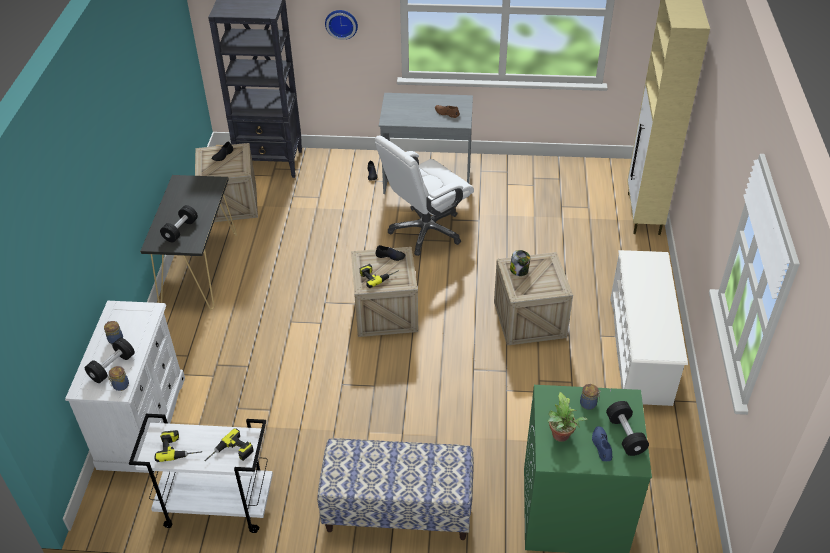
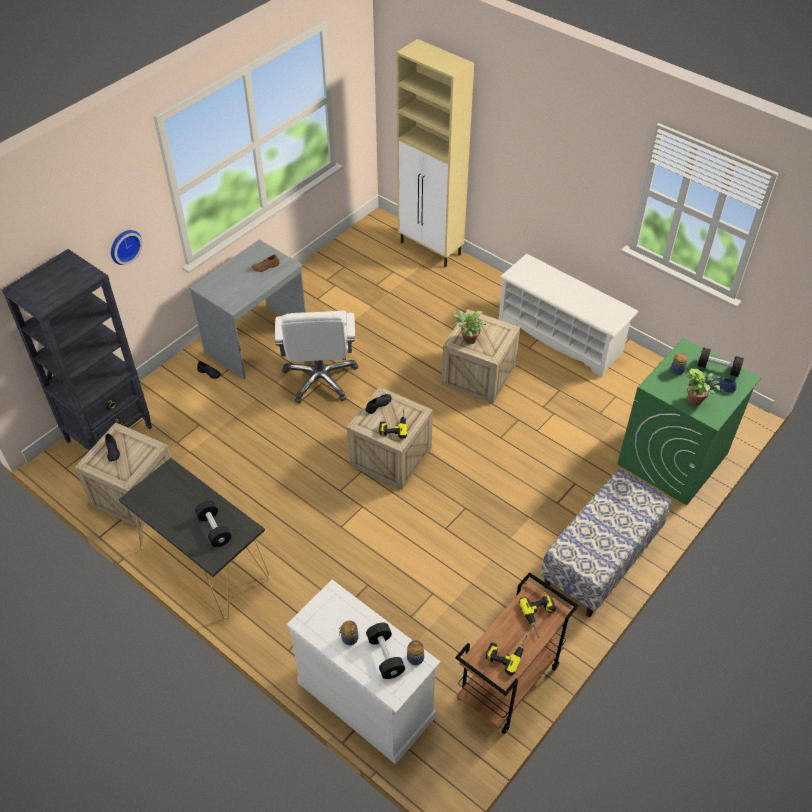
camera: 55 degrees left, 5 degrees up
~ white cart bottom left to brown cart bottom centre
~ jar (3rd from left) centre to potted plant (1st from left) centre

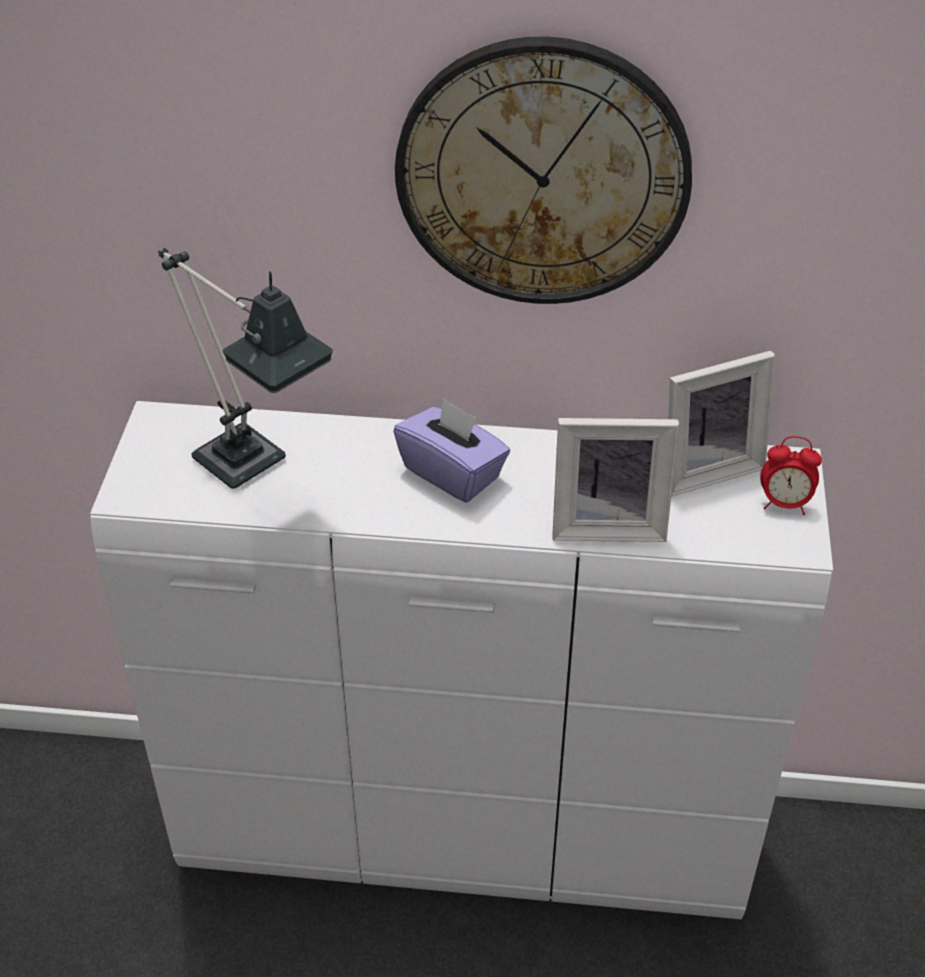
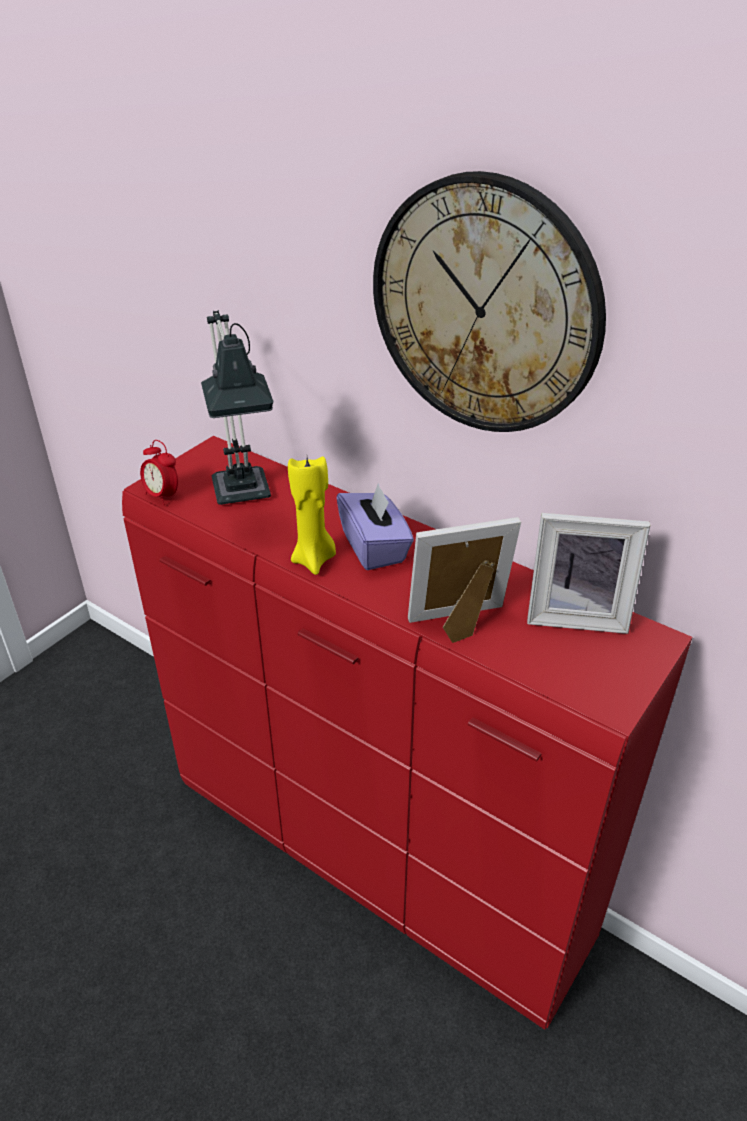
camera: 30 degrees right, 5 degrees down
~ white dresser bottom centre to red dresser centre
~ picture frame (1st from left) centre = centre 135 degrees clockwise
~ alarm clock middle right to middle left
+ yellow candle centre

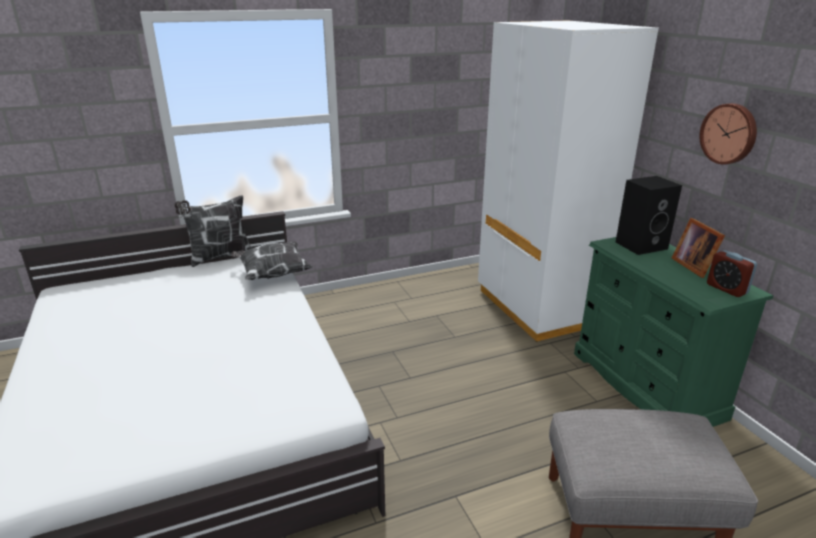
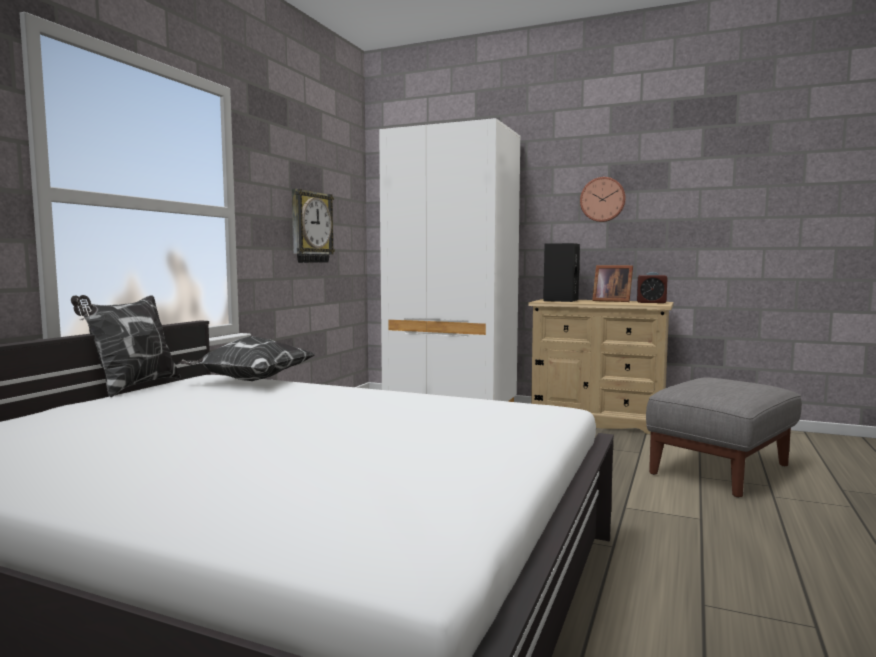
camera: 45 degrees left, 20 degrees down
~ green dresser middle right to beige dresser middle right
+ wall clock (1st from left) centre

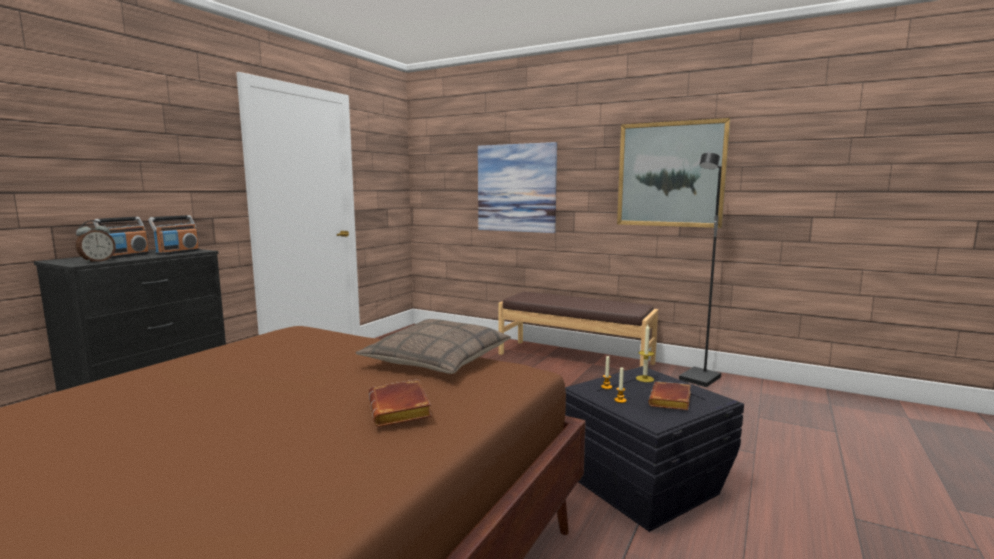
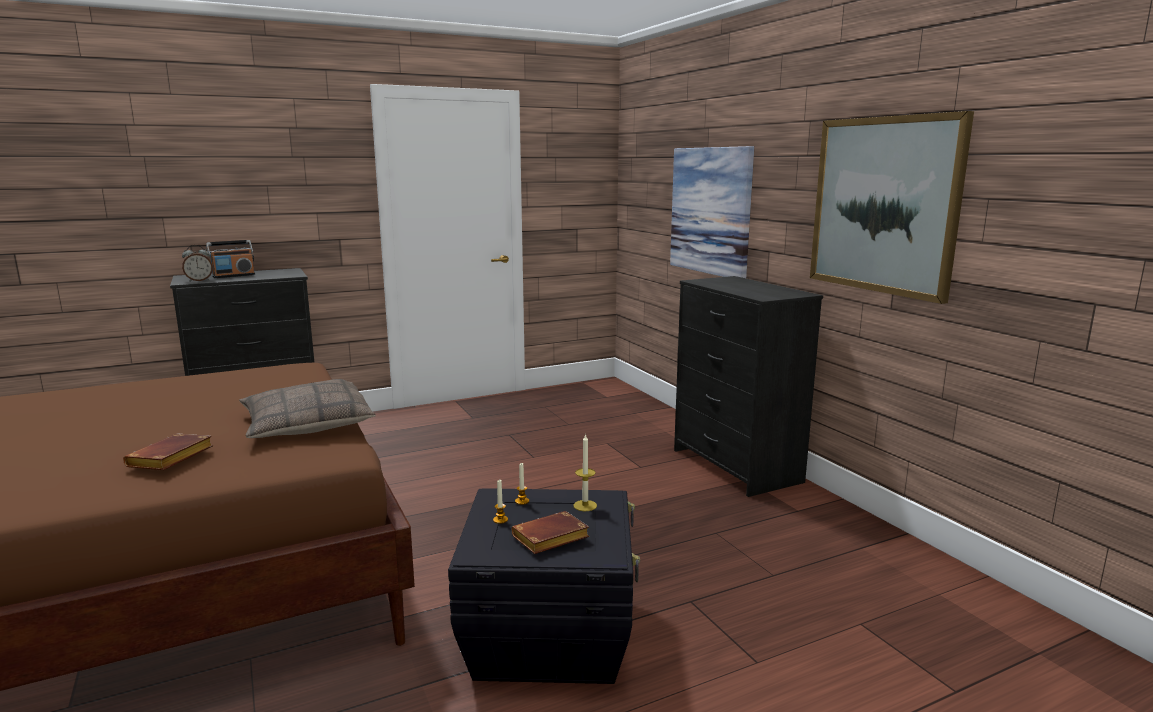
camera: 35 degrees right, 5 degrees up
- radio (2nd from left) middle left
~ brown bench centre to black dresser (2nd from left) centre
- black floor lamp middle right

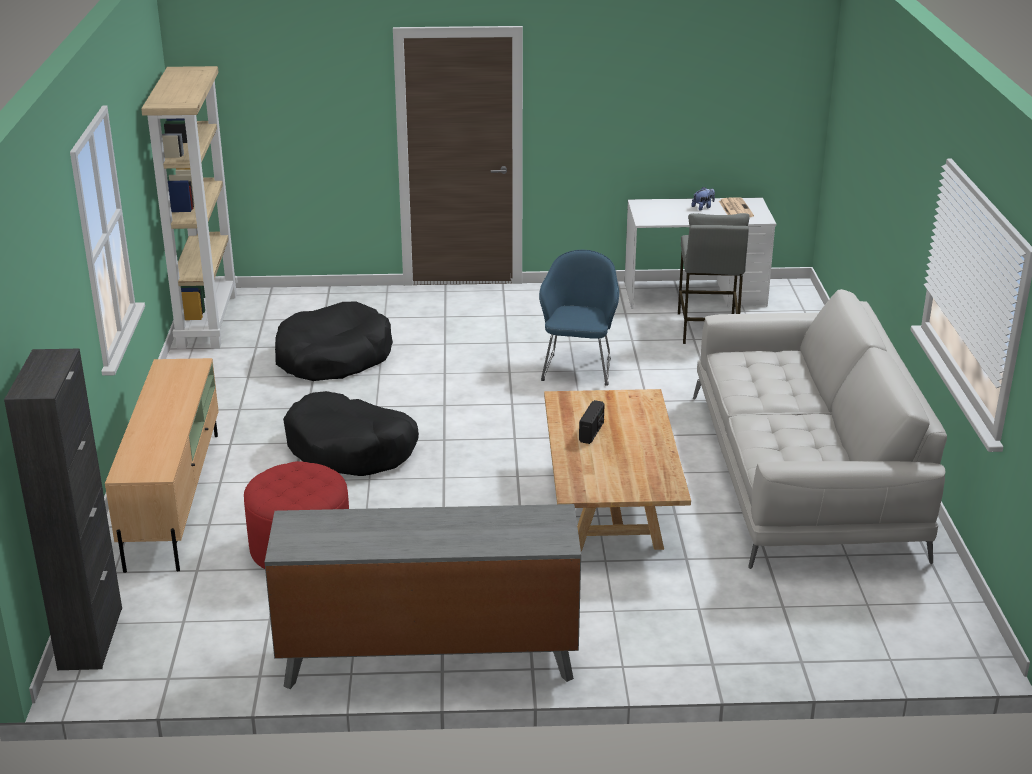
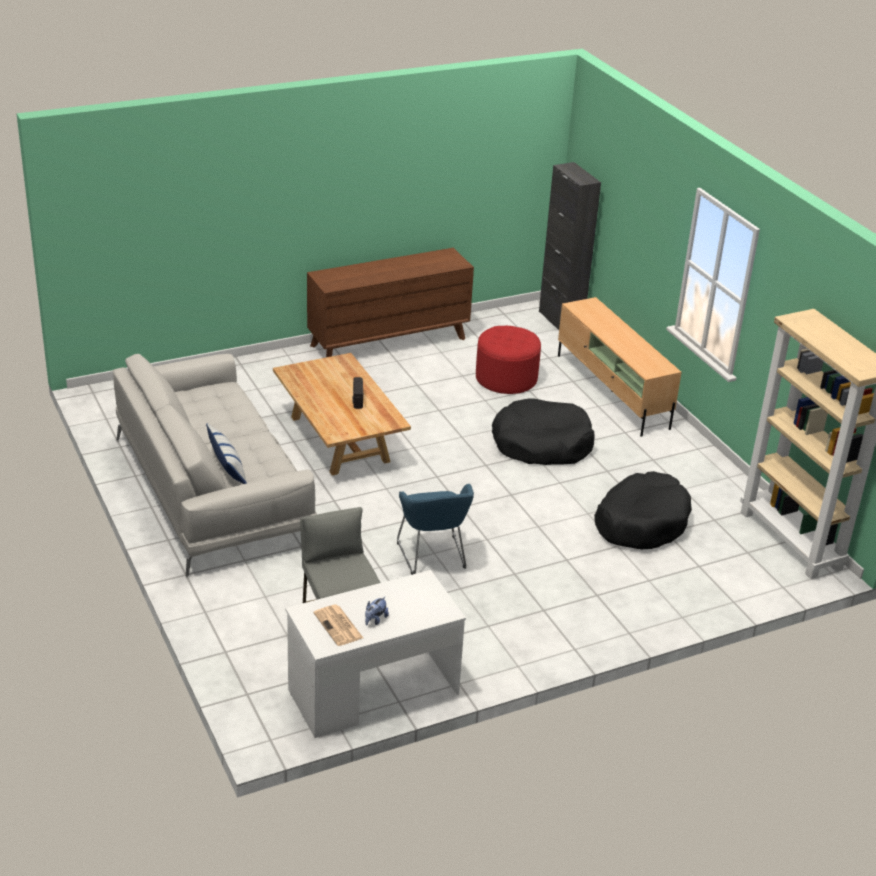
camera: 155 degrees right, 5 degrees up
~ grey dresser bottom centre to brown dresser centre
+ pillow middle left

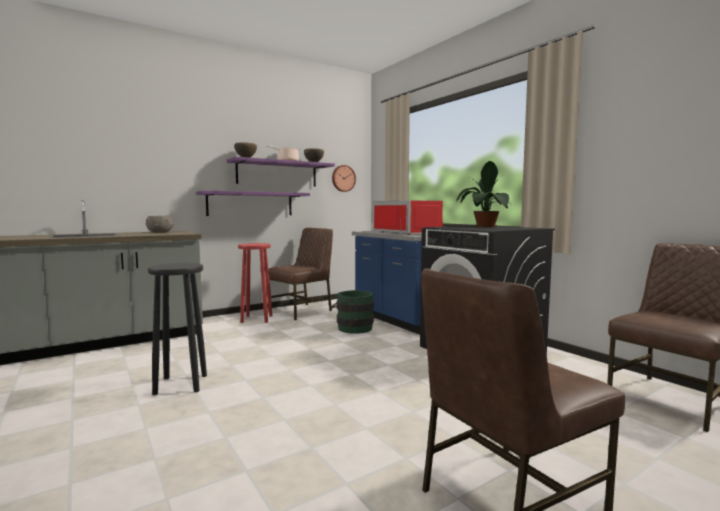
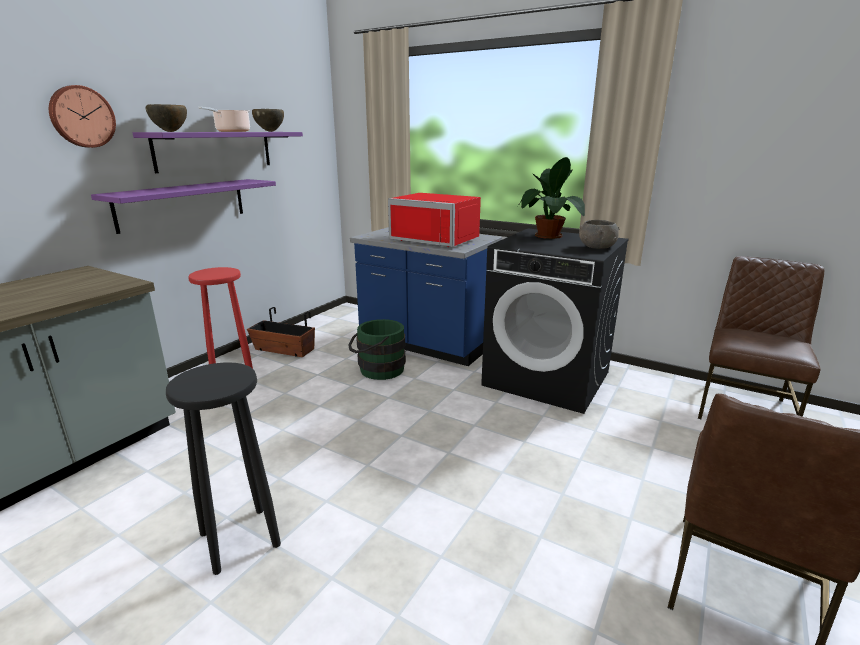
camera: 25 degrees left, 15 degrees up
~ grey bowl middle left to middle right
~ brown chair (1st from left) centre to planter middle left
~ wall clock centre to top left

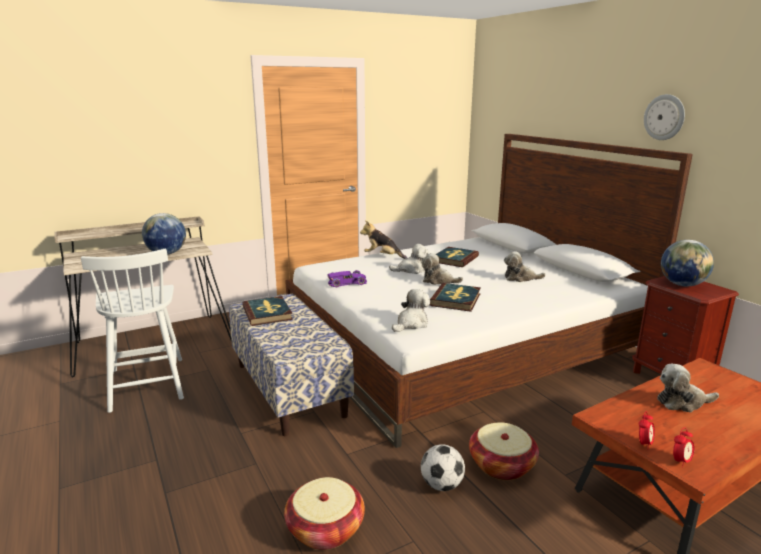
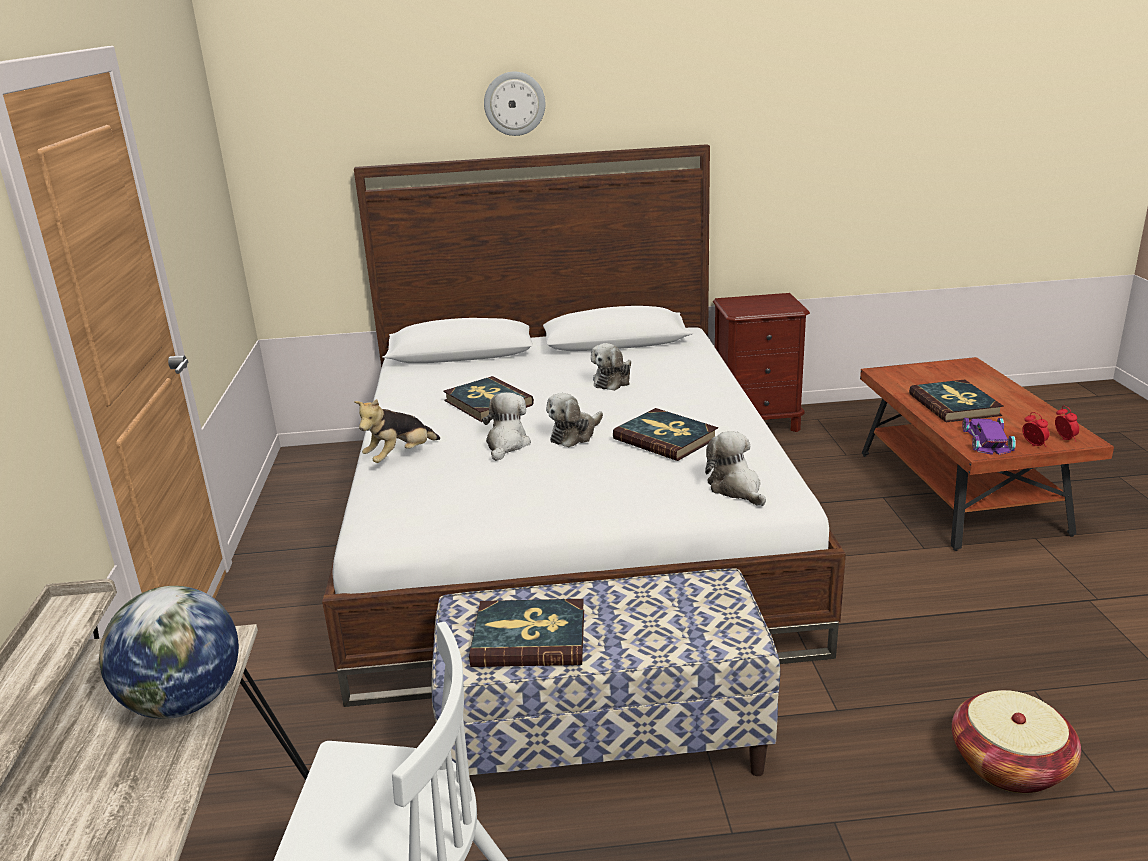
camera: 65 degrees left, 5 degrees up
~ purple toy car centre to middle right
- football bottom centre
- basket (2nd from left) bottom centre
~ wall clock top right to top centre
~ plush toy (6th from left) bottom right to book (4th from left) middle right
- globe (2nd from left) middle right

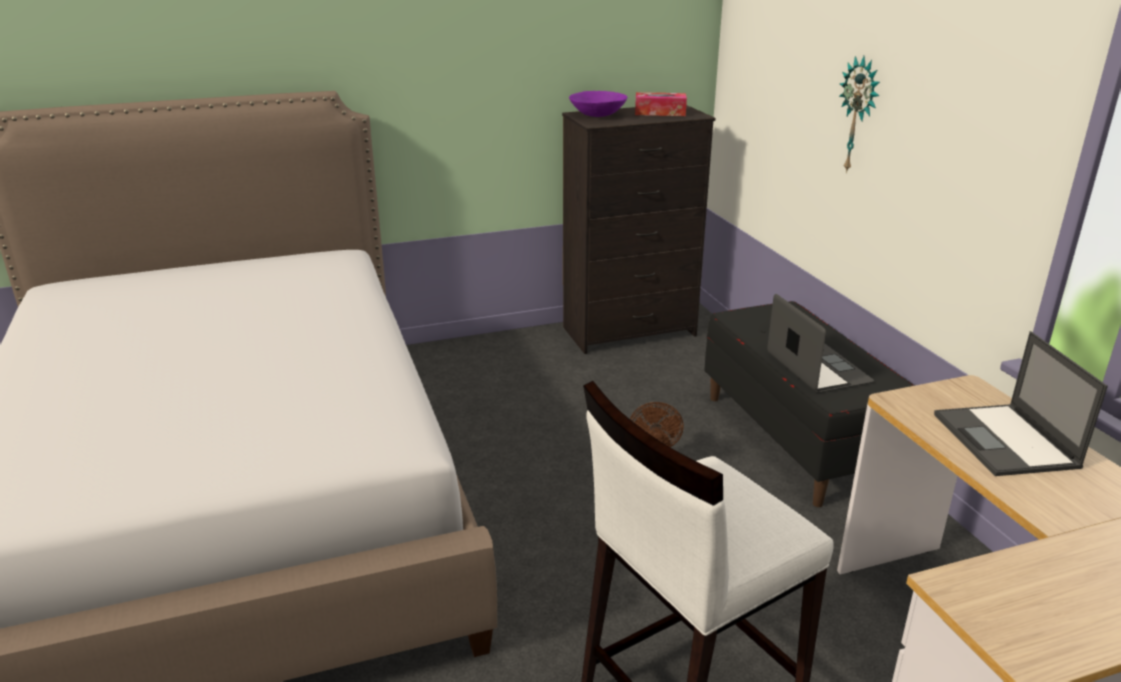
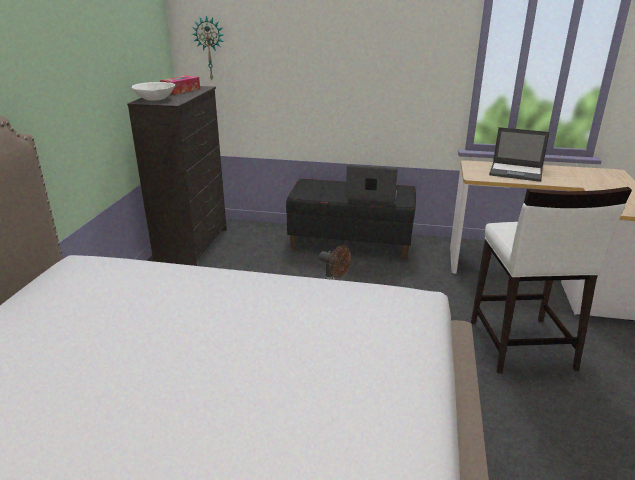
camera: 60 degrees left, 0 degrees up
~ purple bowl top centre to white bowl top left
~ wall clock top right to top left

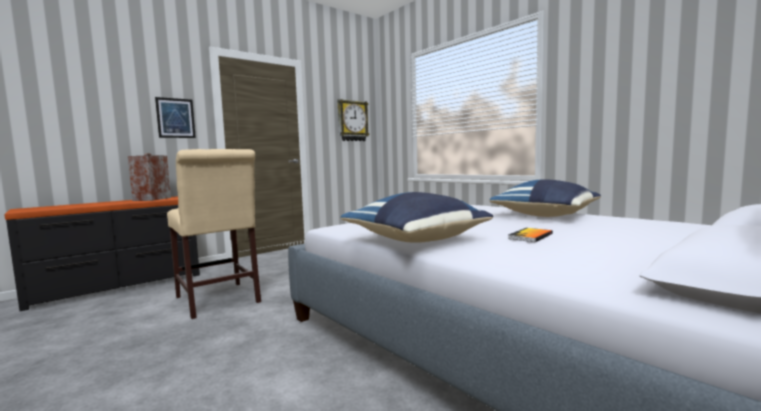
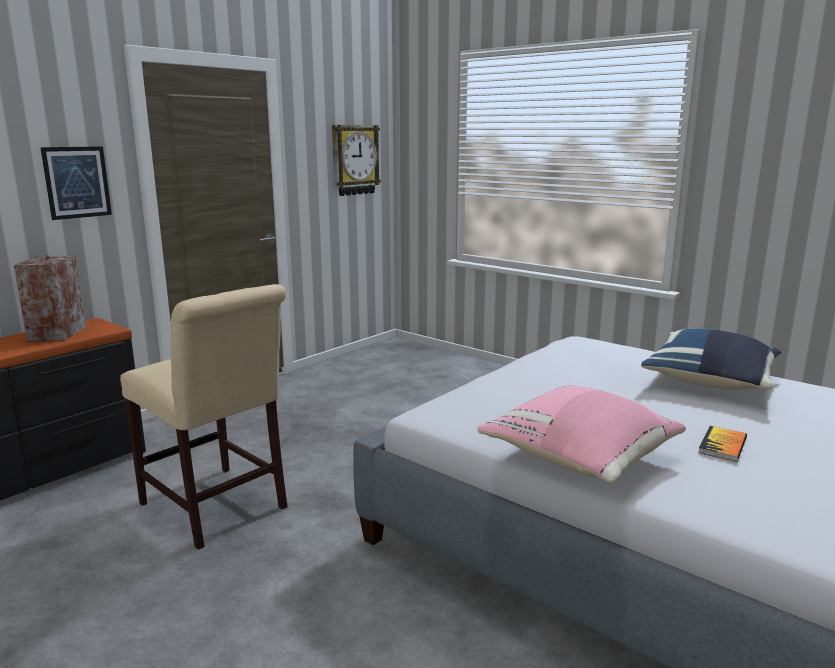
camera: 10 degrees left, 10 degrees up
~ blue pillow (1st from left) centre to pink pillow middle right

